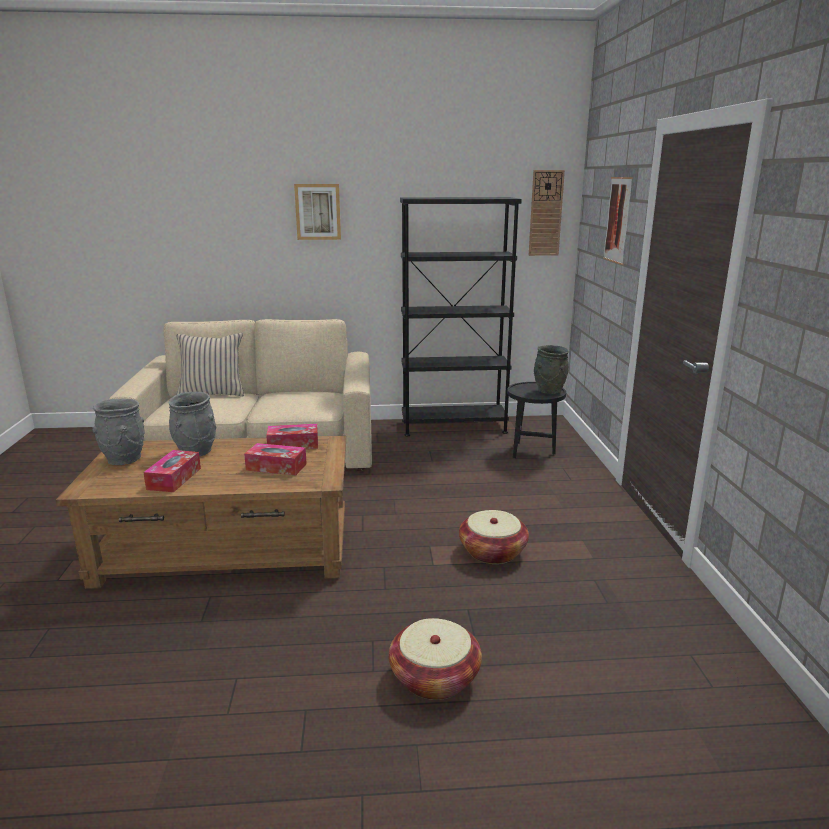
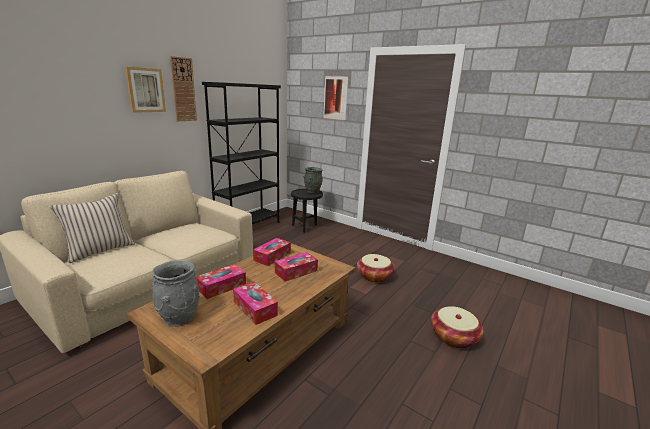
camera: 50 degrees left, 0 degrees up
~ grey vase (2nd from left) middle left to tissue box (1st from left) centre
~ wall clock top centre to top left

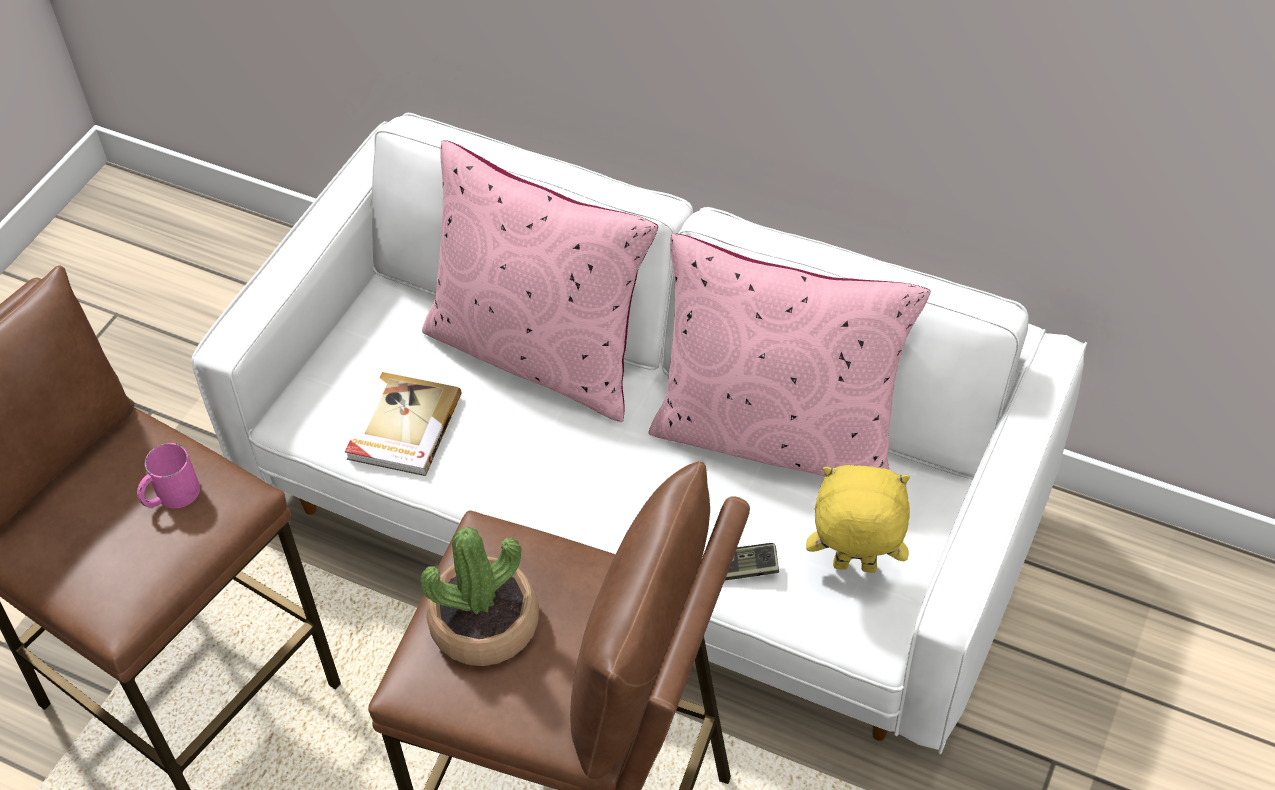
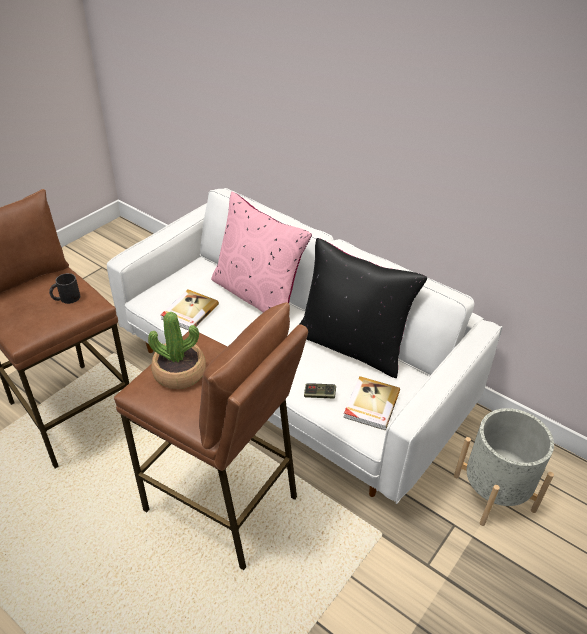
camera: 10 degrees right, 10 degrees down
~ pink mug middle left to black mug middle left
~ pink pillow (2nd from left) centre to black pillow centre
~ yellow plush toy middle right to book (2nd from left) centre
+ grey planter bottom right

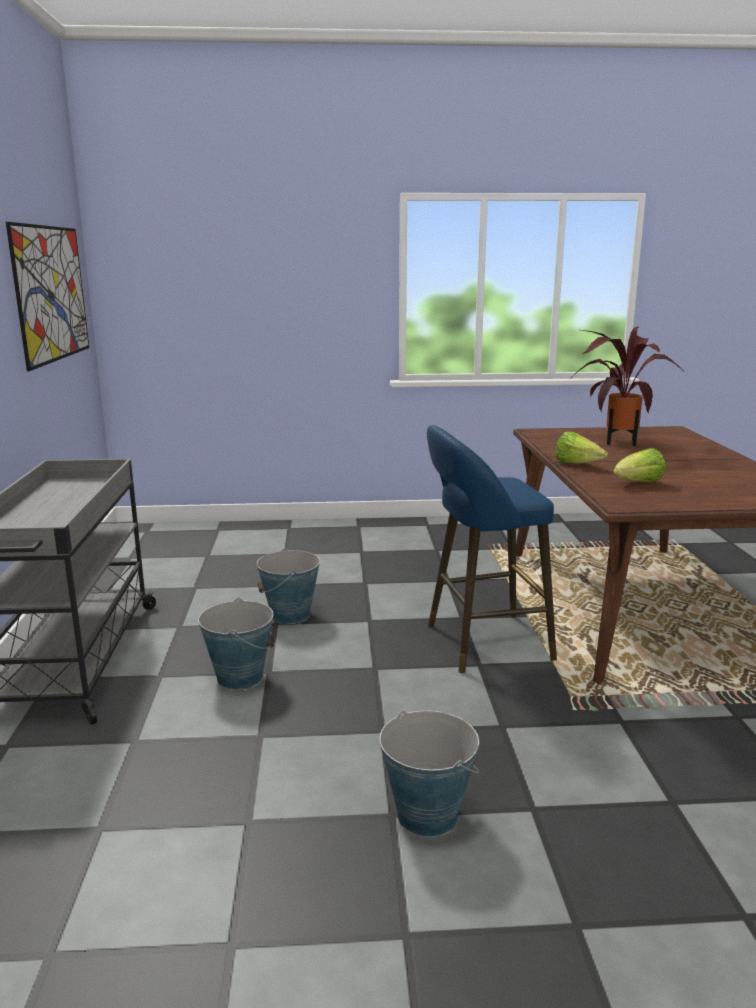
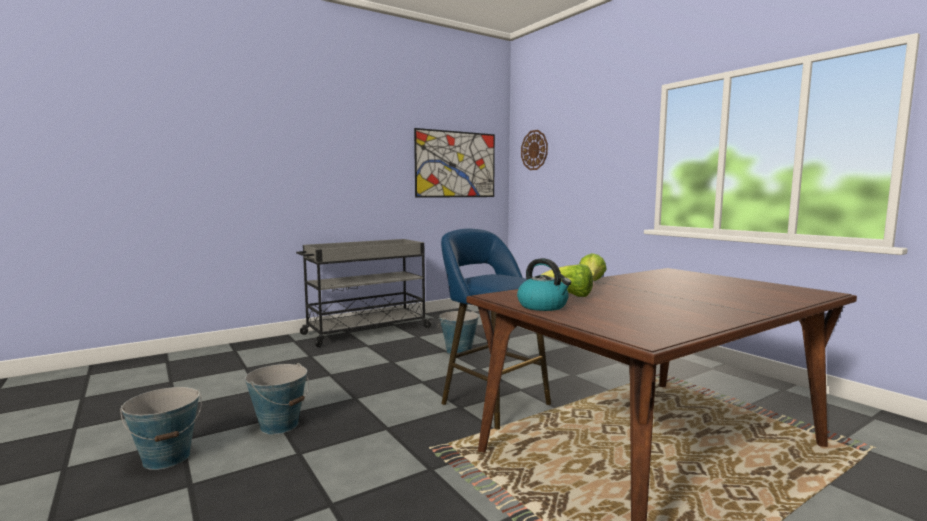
camera: 60 degrees right, 10 degrees down
~ bucket (1st from left) middle left to bottom left
- potted plant middle right
+ kettle centre
+ wall clock top centre

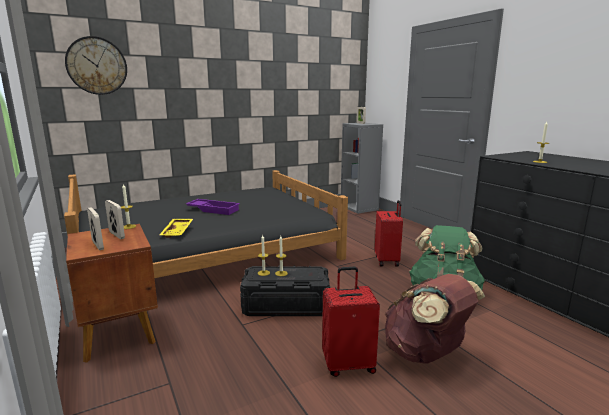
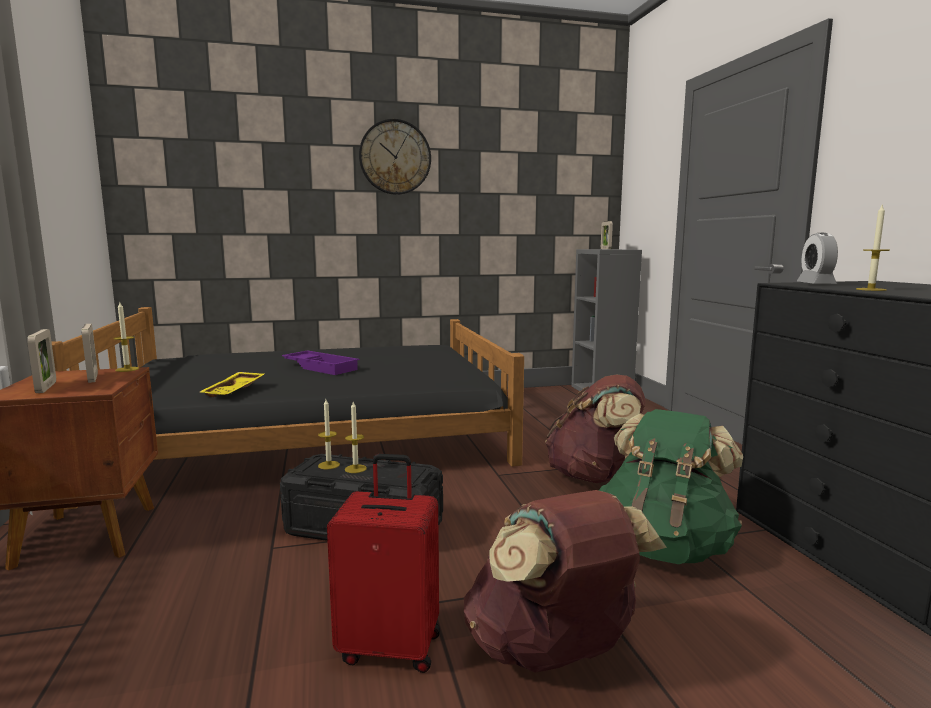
camera: 15 degrees right, 5 degrees down
~ wall clock top left to top centre
~ red suitcase (2nd from left) centre to brown backpack (2nd from left) centre
+ alarm clock middle right

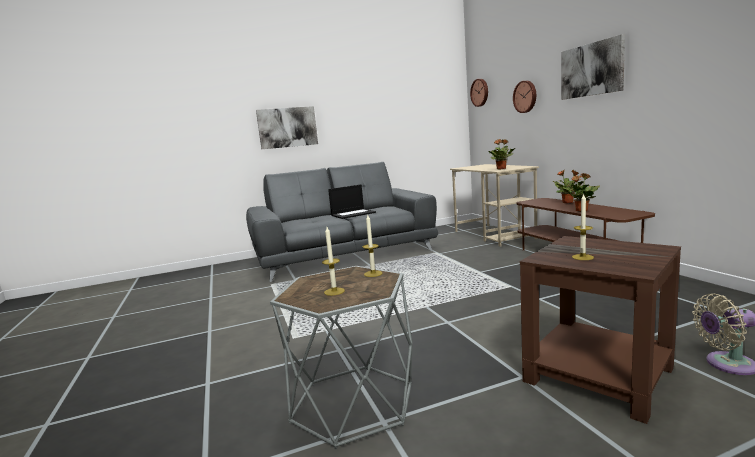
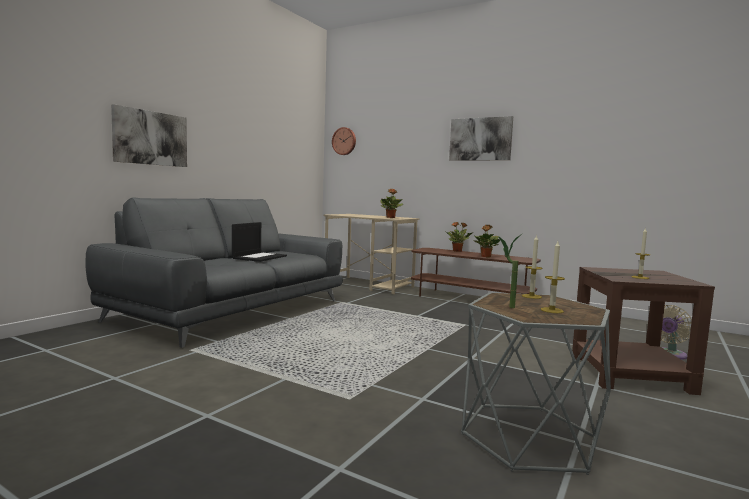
camera: 40 degrees left, 5 degrees down
- wall clock (2nd from left) top right
+ potted plant (4th from left) middle right

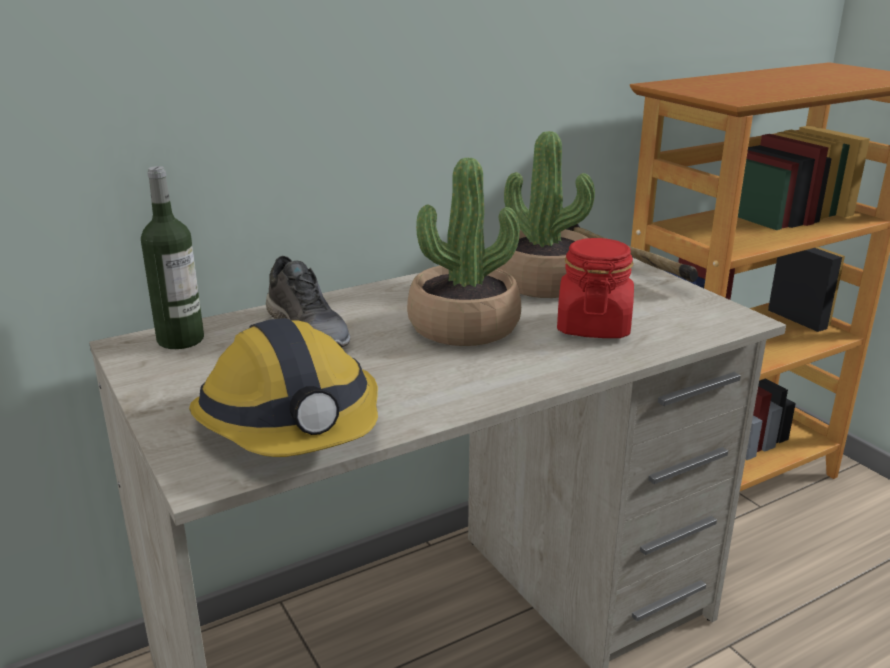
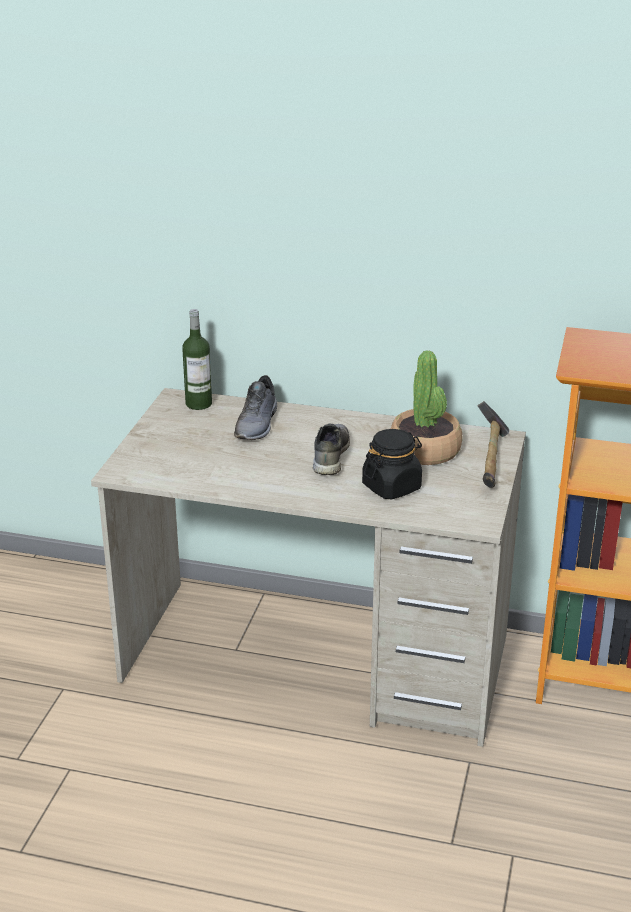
camera: 45 degrees right, 5 degrees up
- hard hat middle left
~ potted plant (1st from left) centre to grey shoe (2nd from left) centre
~ red jar middle right to black jar centre

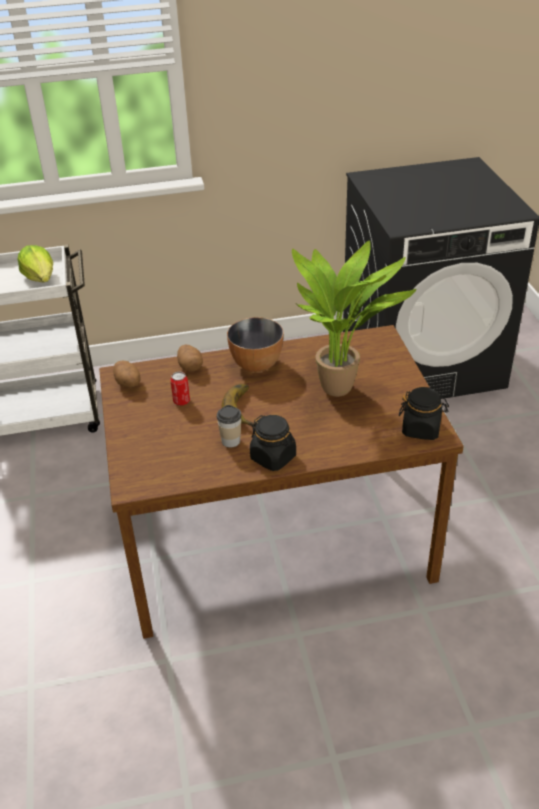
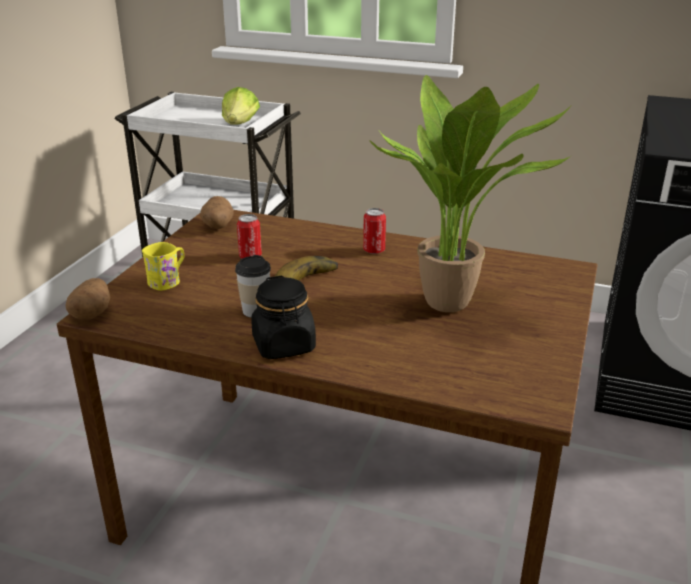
camera: 30 degrees right, 10 degrees down
~ potato (2nd from left in the first image) centre to potato (1st from left) middle left
~ bowl centre to can (2nd from left) centre
- black jar (2nd from left) middle right
+ yellow mug middle left

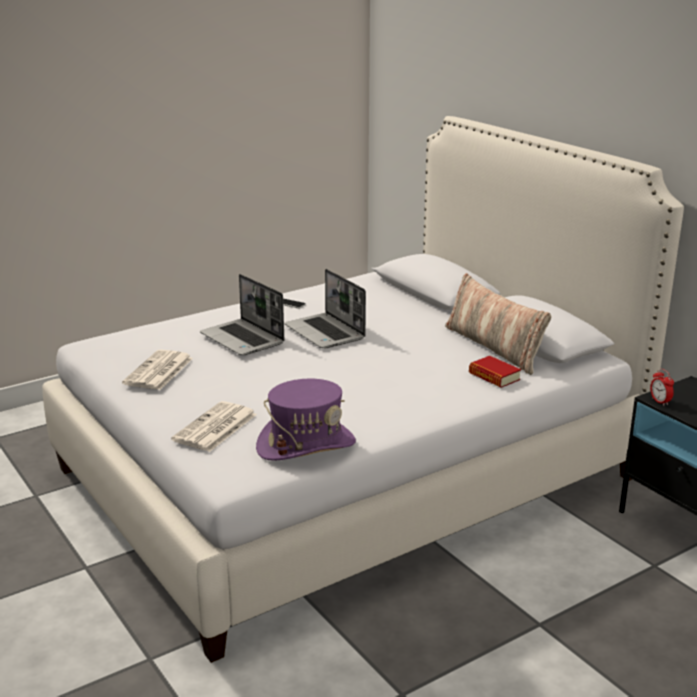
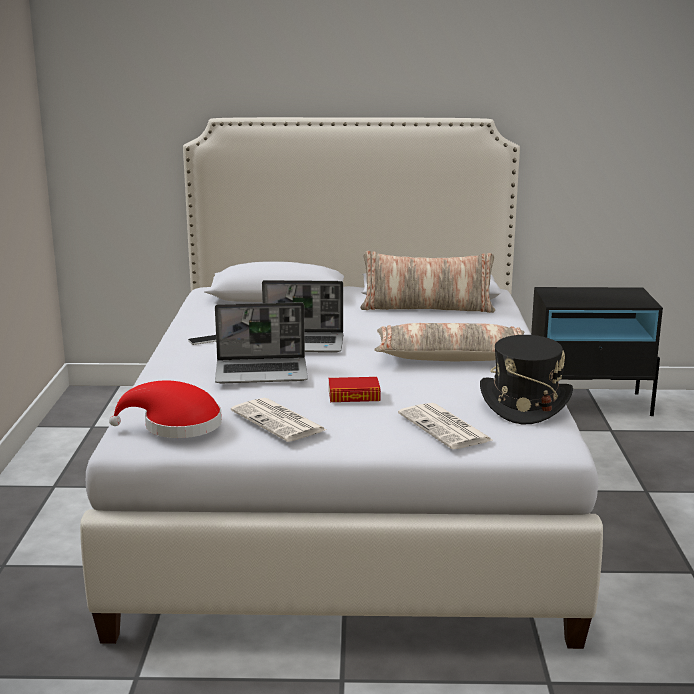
camera: 55 degrees left, 5 degrees down
~ purple hat centre to black hat middle right
~ book middle right to centre
- alarm clock middle right
+ red hat middle left
+ pillow (2nd from left) centre

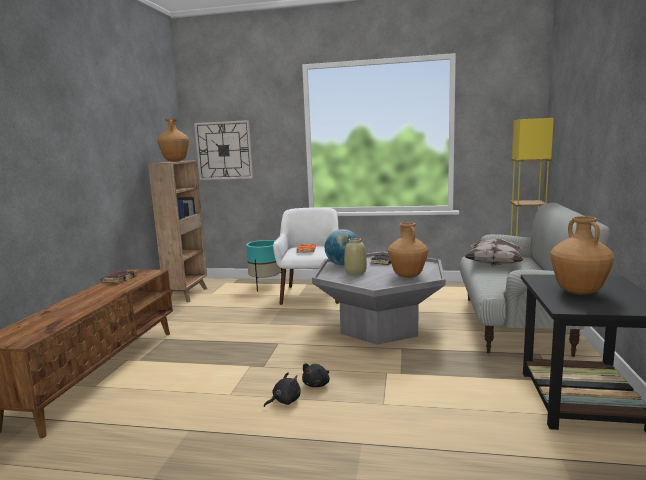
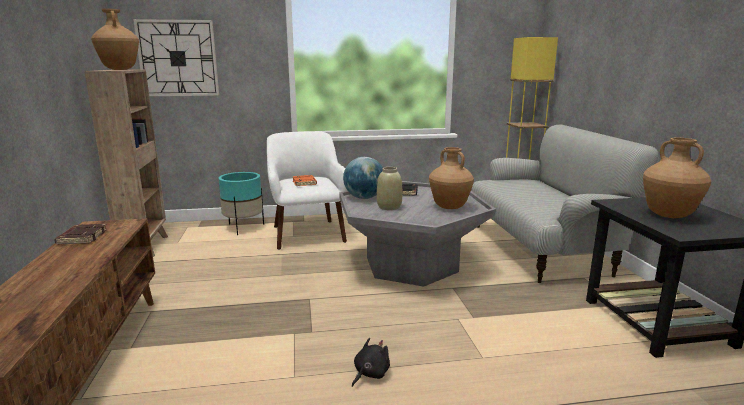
camera: 20 degrees left, 5 degrees up
- black plush toy (2nd from left) bottom centre
- pillow middle right

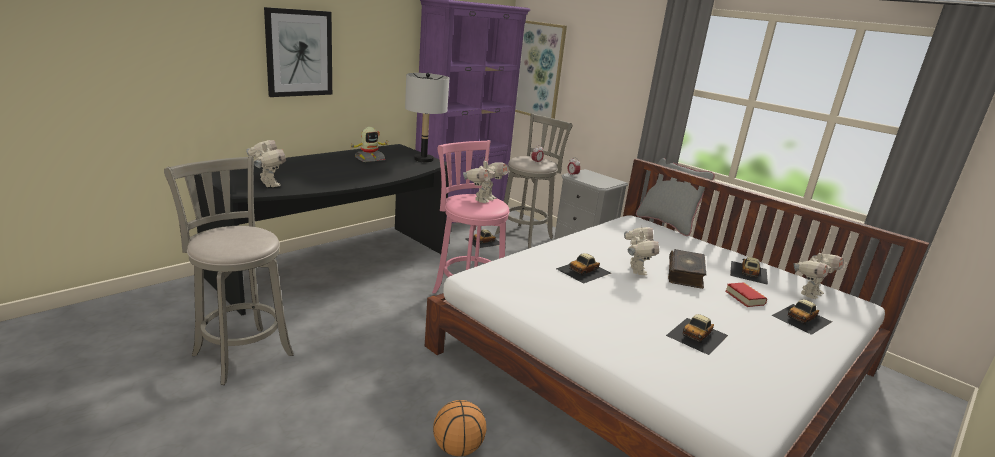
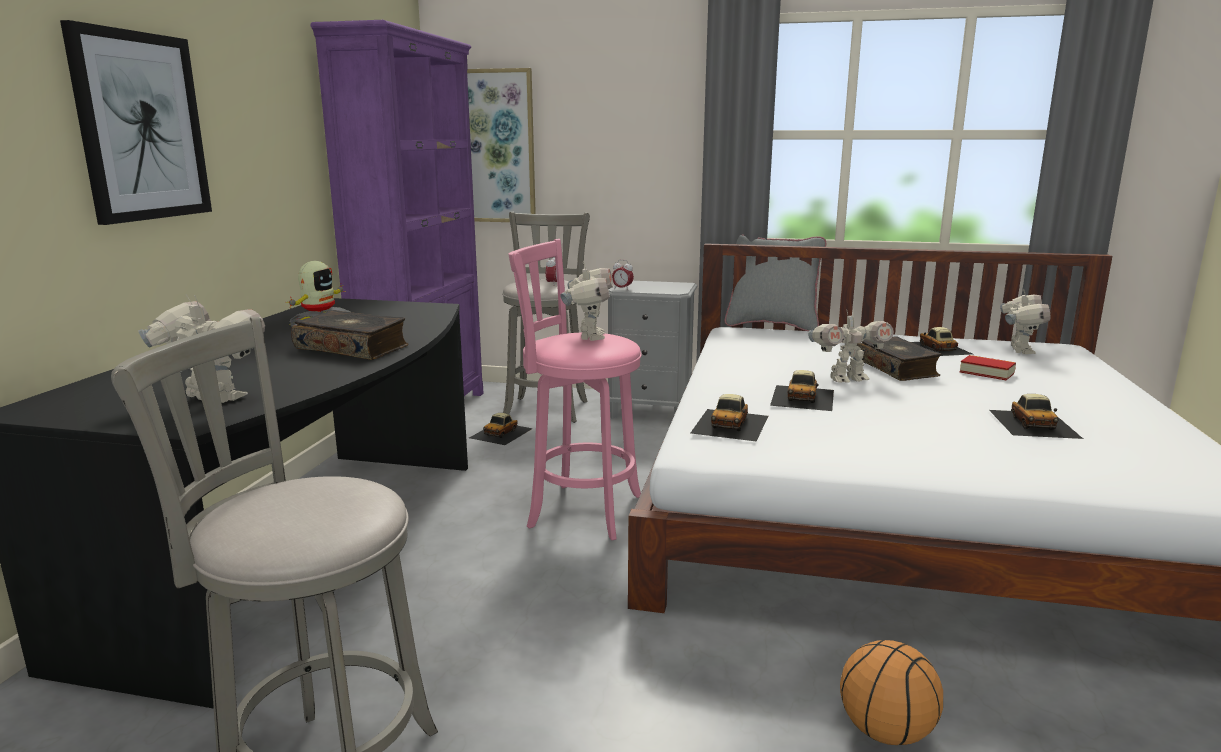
camera: 30 degrees left, 5 degrees down
- grey table lamp top centre
~ toy robot (4th from left) centre = middle right 105 degrees clockwise
~ toy car (5th from left in the first image) bottom right to toy car (2nd from left) centre
+ book (1st from left) middle left

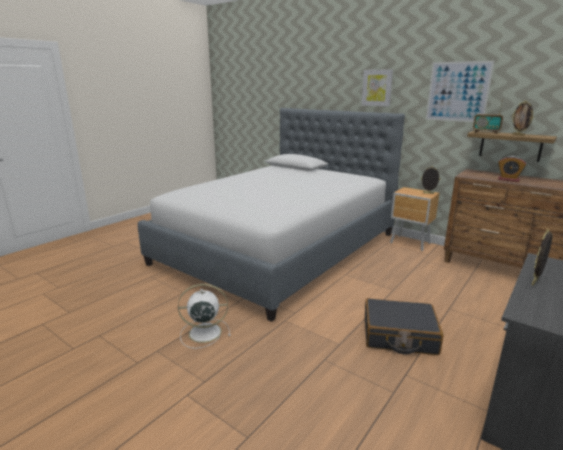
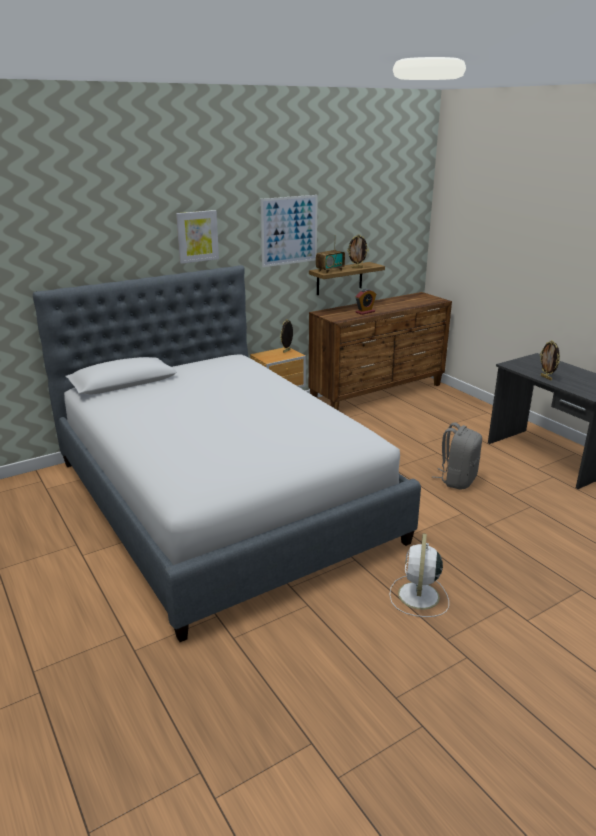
camera: 70 degrees left, 5 degrees up
~ black suitcase bottom right to grey backpack middle right

